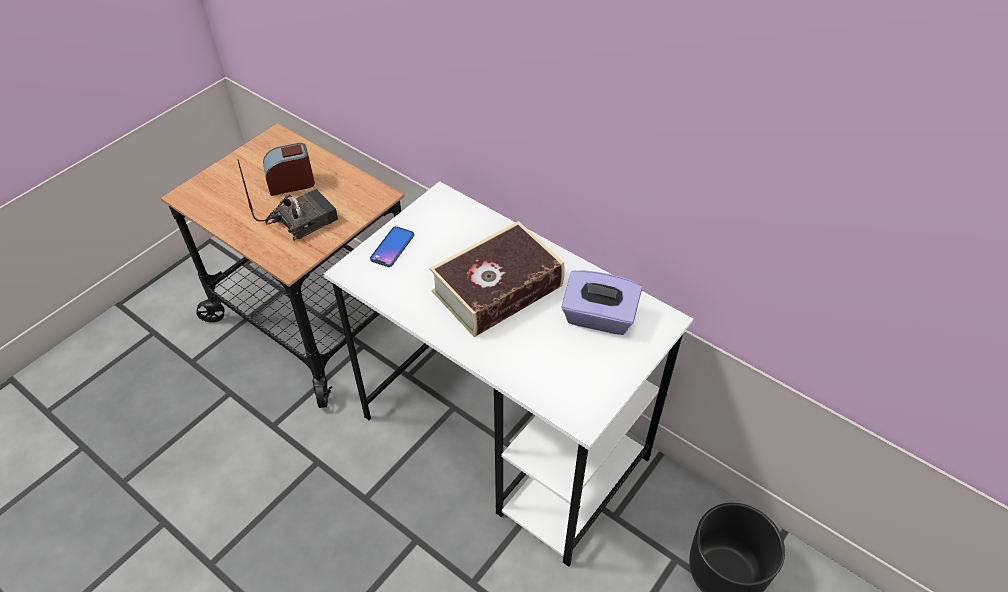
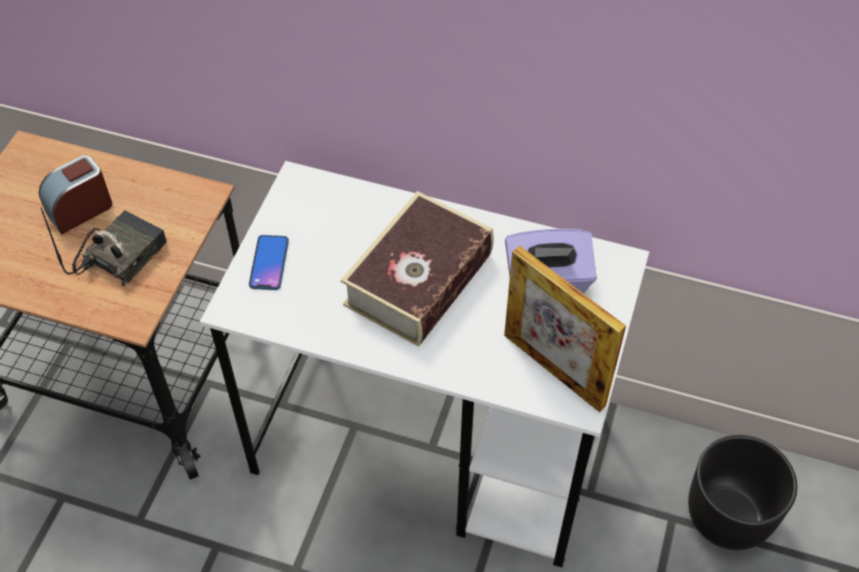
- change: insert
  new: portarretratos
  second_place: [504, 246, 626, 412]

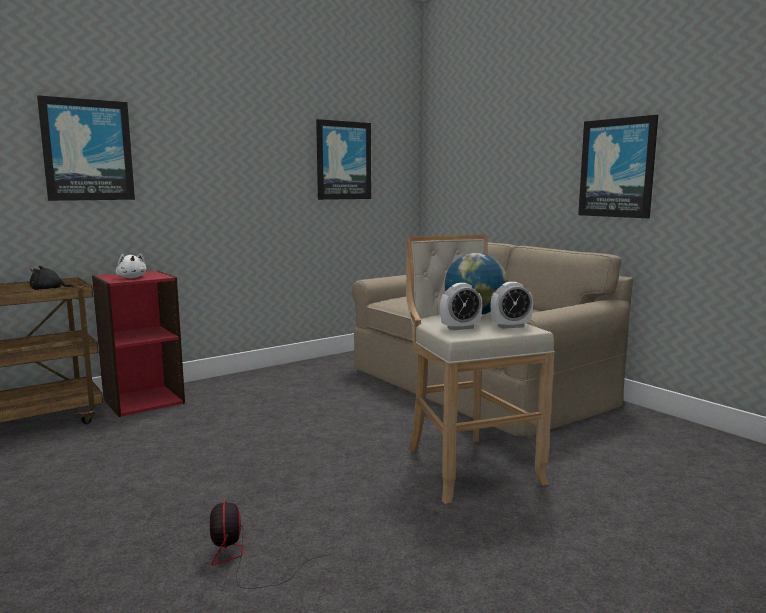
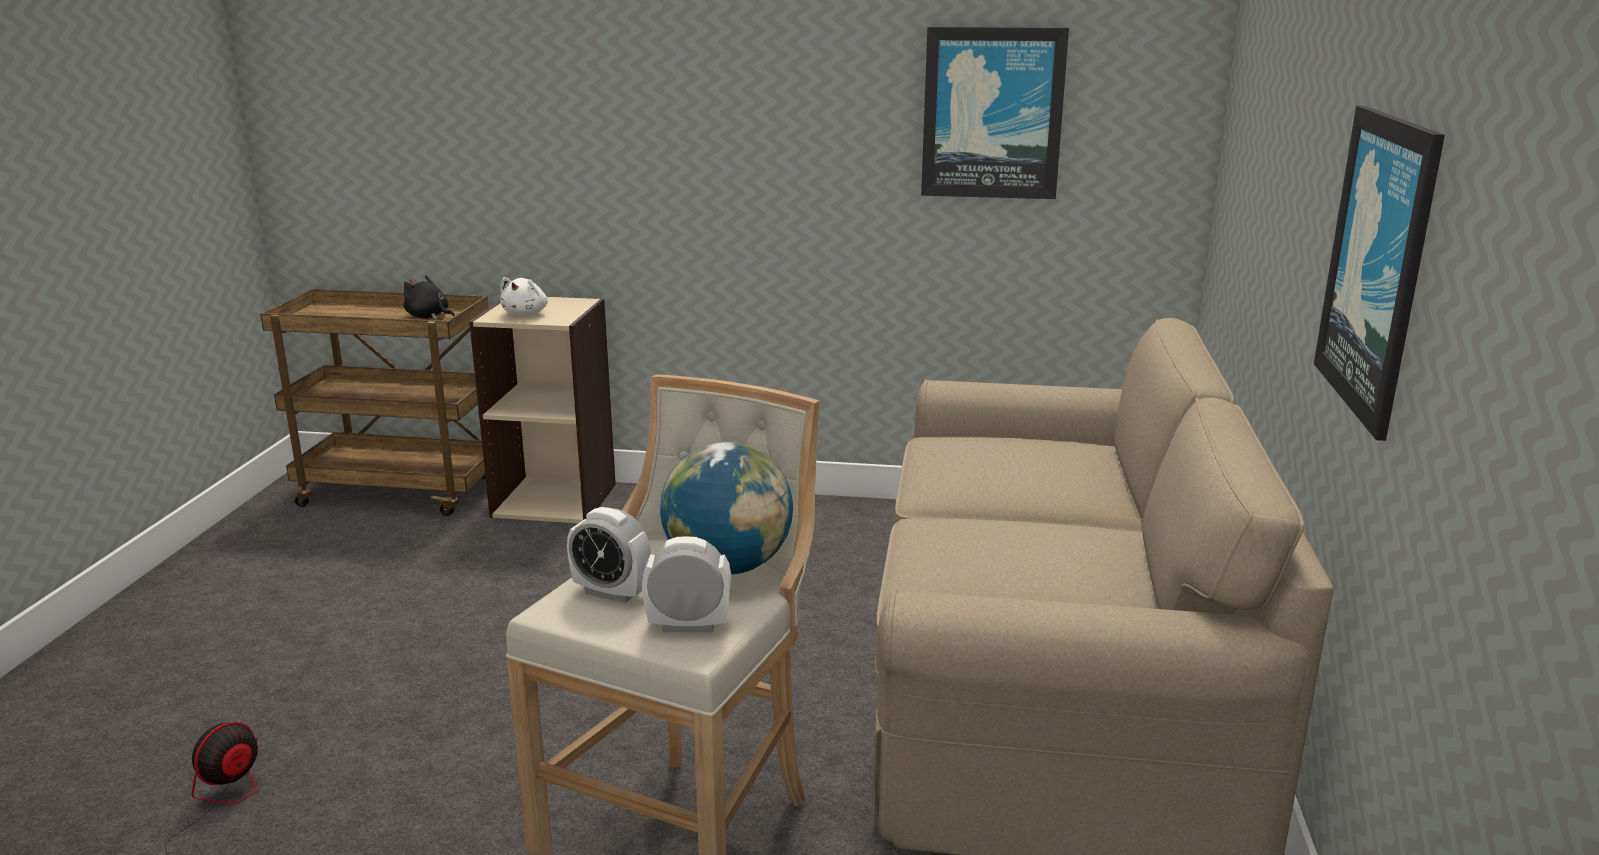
- change: delete
  old: cuadro
  first_place: [37, 95, 135, 201]
- change: recolor
  old: estantería/rojo
  new: estantería/beis
  first_place: [92, 270, 185, 417]
  second_place: [469, 297, 616, 523]
- change: rotate
  old: despertador
  first_place: [491, 282, 533, 329]
  second_place: [642, 536, 731, 632]
  degrees: 150

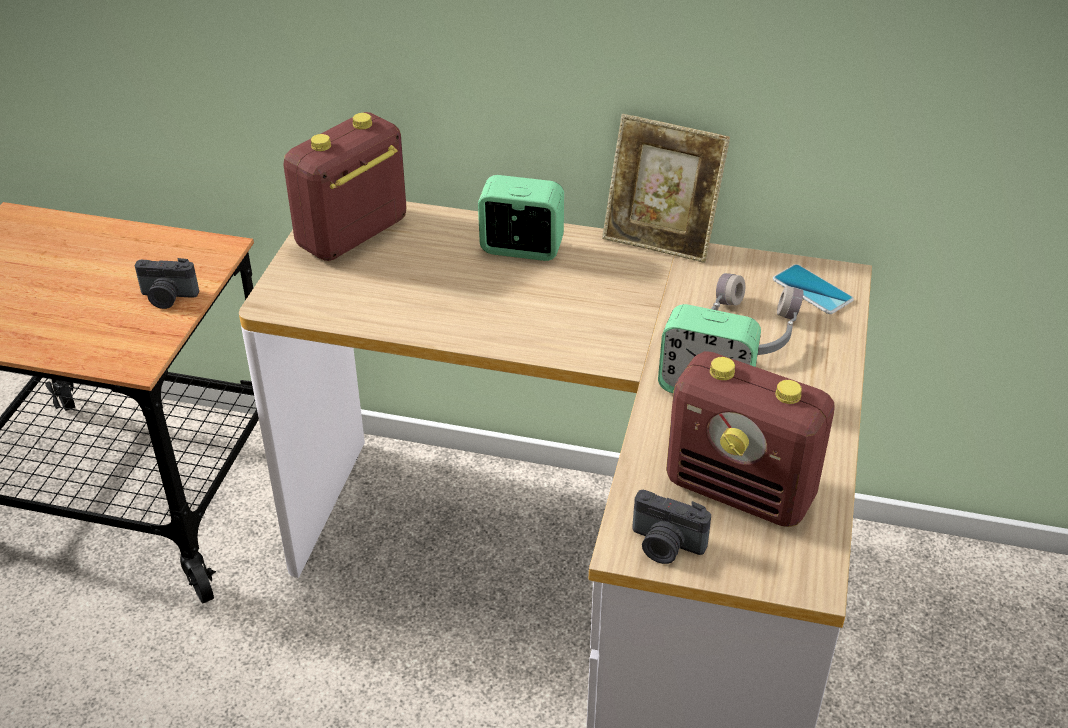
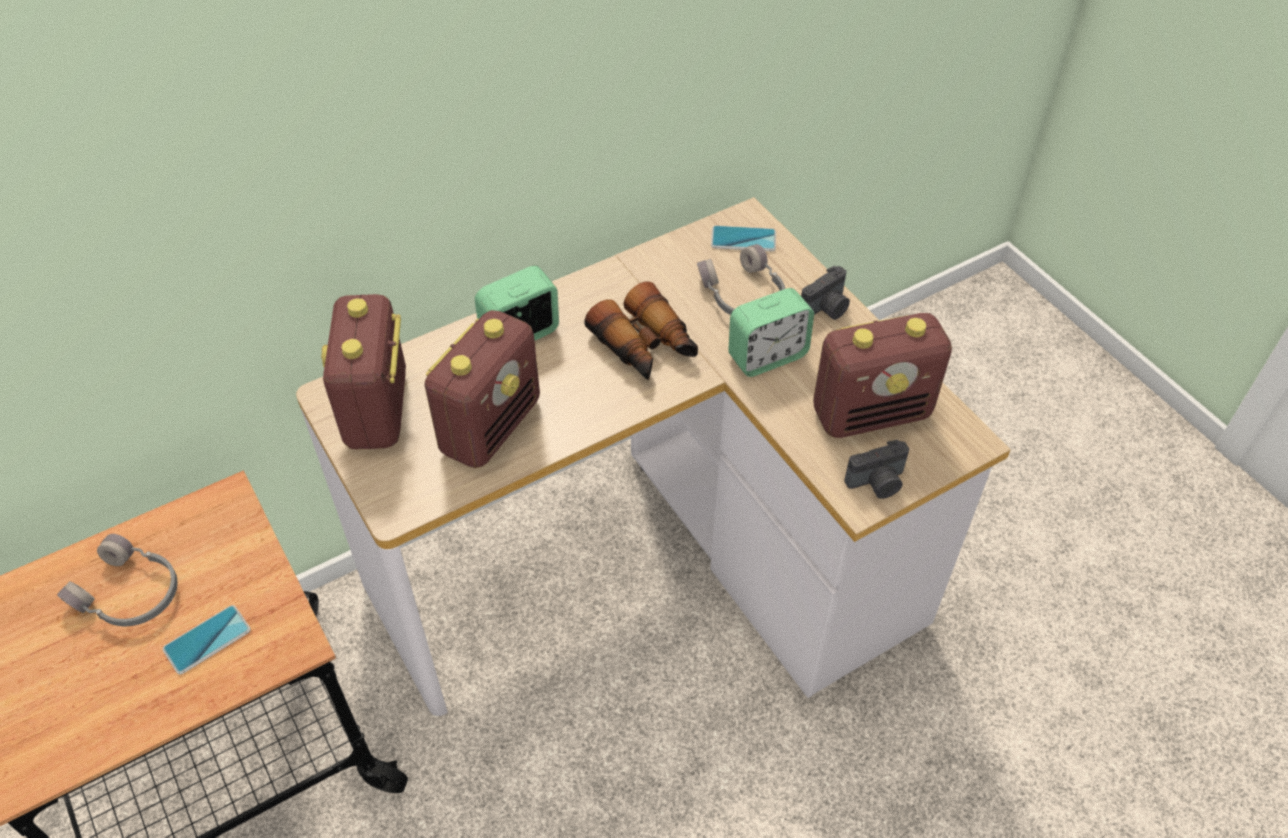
- change: delete
  old: portarretratos
  first_place: [602, 114, 730, 263]
- change: insert
  new: auriculares/gris
  second_place: [57, 534, 177, 626]
- change: insert
  new: móvil
  second_place: [163, 605, 251, 674]
- change: insert
  new: radio
  second_place: [425, 310, 540, 468]
- change: insert
  new: prismáticos
  second_place: [584, 281, 698, 380]
- change: move
  old: cámara
  first_place: [135, 258, 199, 309]
  second_place: [801, 266, 850, 320]

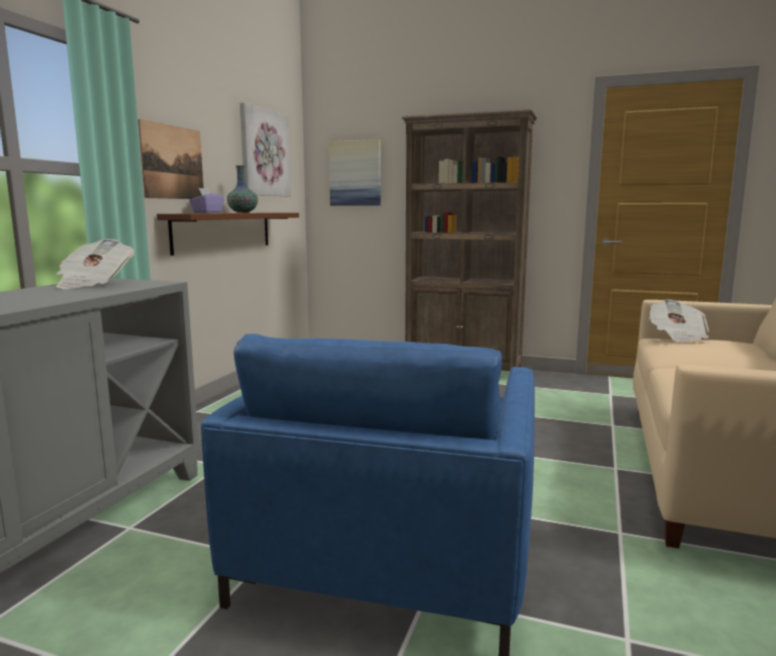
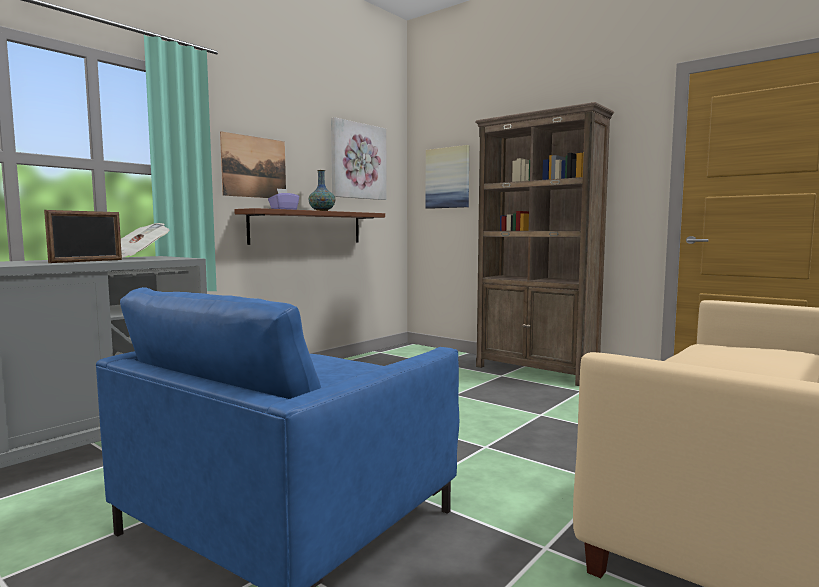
- change: delete
  old: periódico
  first_place: [649, 299, 709, 343]
- change: insert
  new: portarretratos
  second_place: [44, 210, 122, 263]

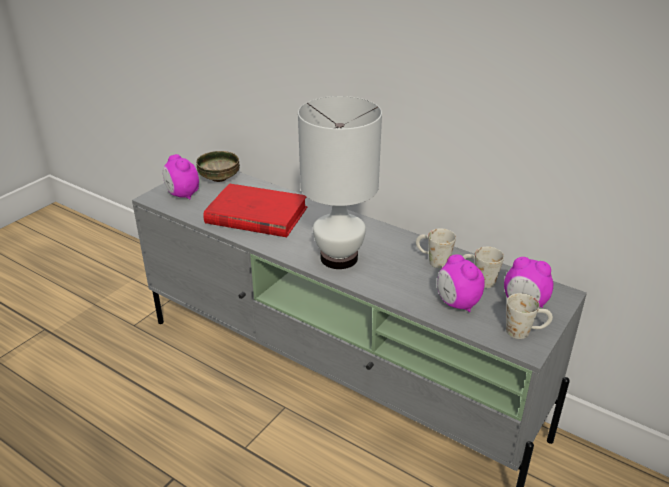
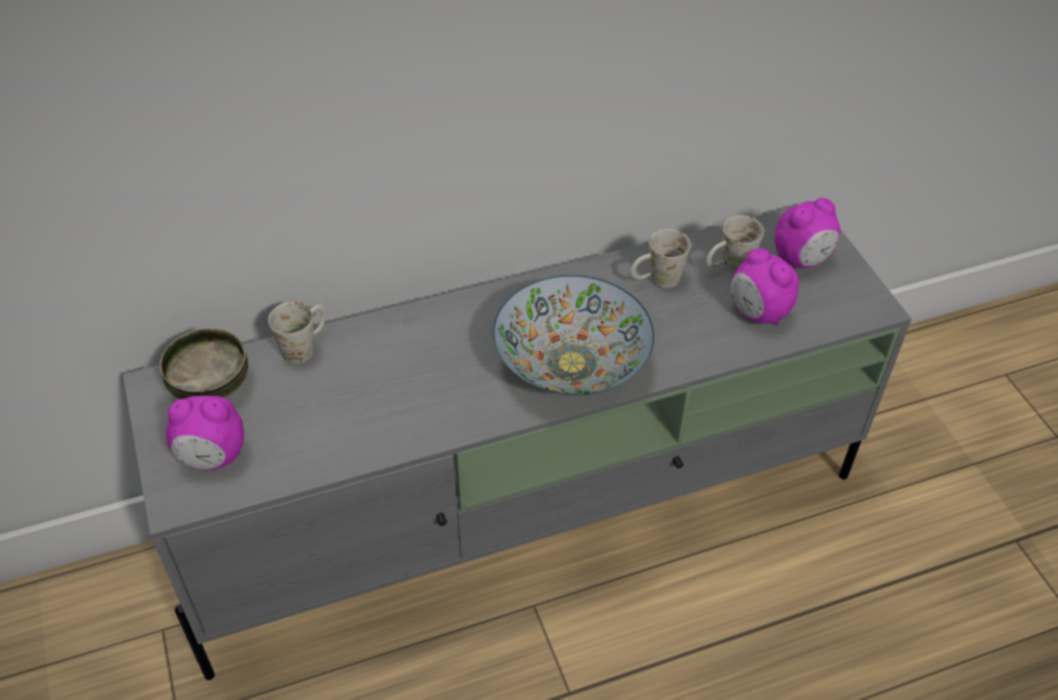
- change: delete
  old: libro/rojo
  first_place: [203, 183, 307, 237]
- change: move
  old: taza grande/blanco
  first_place: [506, 293, 553, 339]
  second_place: [268, 302, 327, 364]
- change: replace
  old: lámpara de mesa/blanco
  new: cuenco
  first_place: [298, 96, 382, 269]
  second_place: [493, 275, 654, 396]
- change: rotate
  old: despertador
  first_place: [437, 254, 485, 312]
  second_place: [731, 248, 799, 325]
  degrees: 45

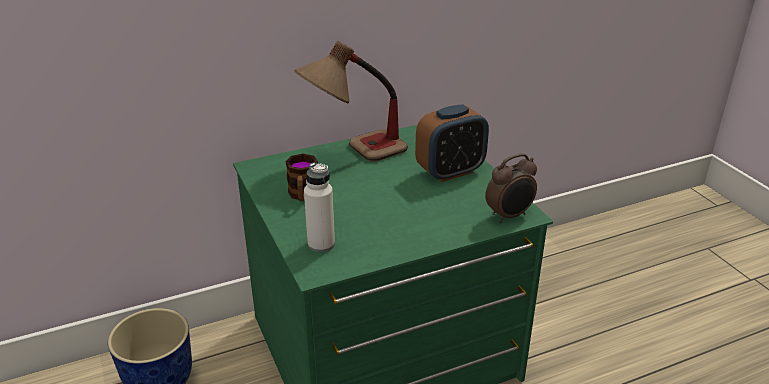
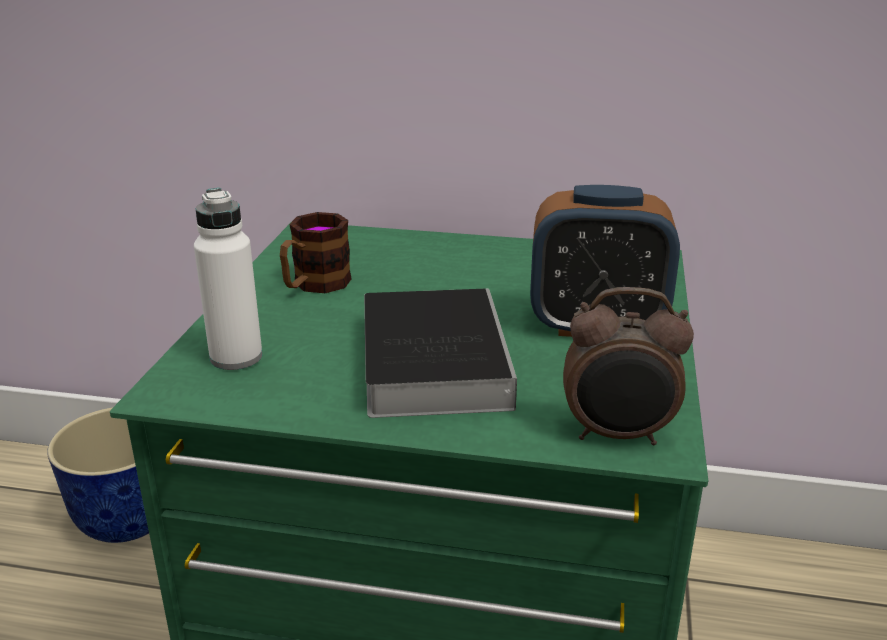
- change: delete
  old: lámpara de mesa
  first_place: [294, 41, 408, 162]
- change: insert
  new: libro
  second_place: [364, 289, 517, 418]

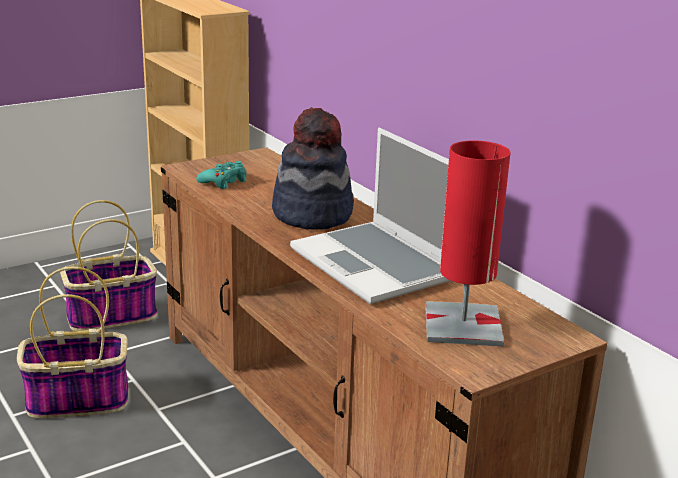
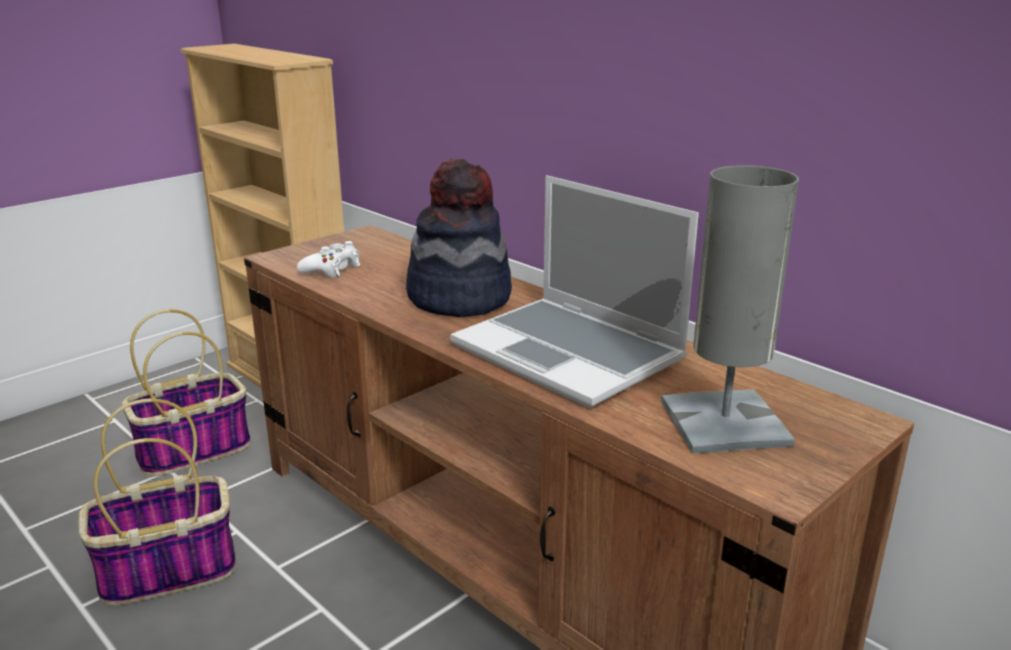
- change: recolor
  old: mando de consola/turquesa
  new: mando de consola/blanco
  first_place: [196, 161, 247, 189]
  second_place: [297, 241, 360, 278]
- change: recolor
  old: lámpara de mesa/rojo
  new: lámpara de mesa/gris
  first_place: [425, 140, 511, 347]
  second_place: [661, 165, 799, 454]

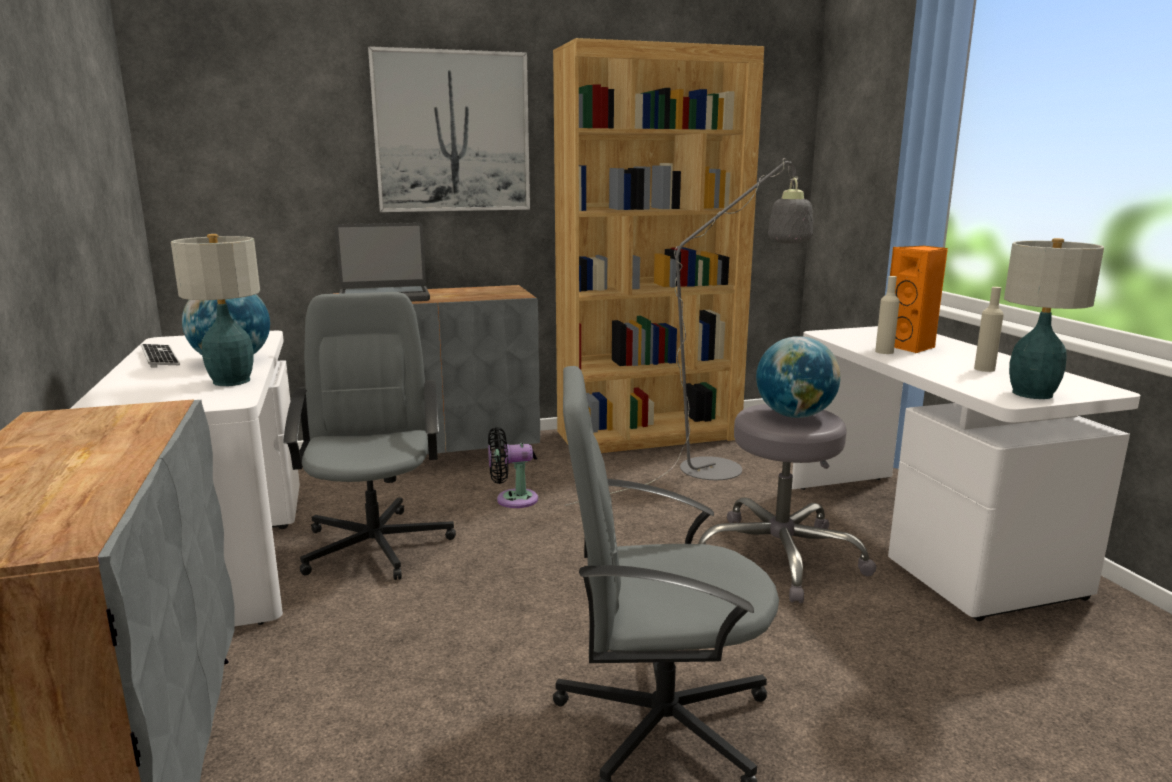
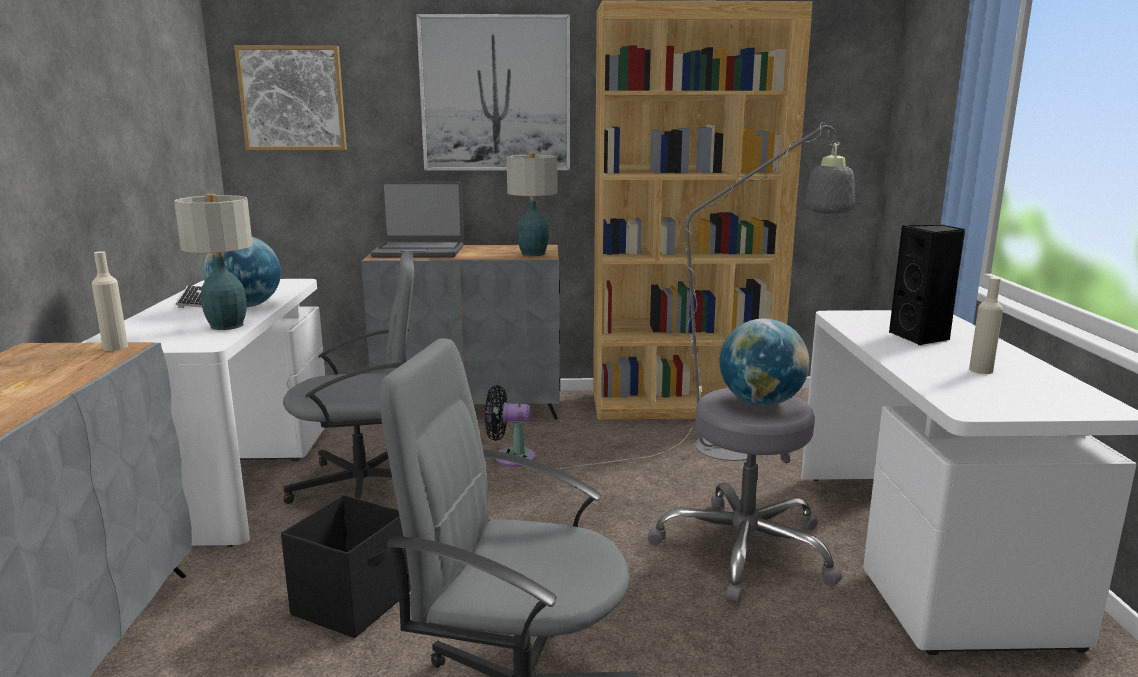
- change: insert
  new: cuadro
  second_place: [234, 45, 347, 150]
- change: insert
  new: caja de almacenaje/negro
  second_place: [281, 495, 411, 638]
- change: move
  old: botella/beis
  first_place: [875, 276, 900, 354]
  second_place: [92, 251, 128, 351]
- change: move
  old: lámpara de mesa
  first_place: [1004, 238, 1104, 399]
  second_place: [507, 152, 557, 256]
- change: recolor
  old: altavoz/naranja
  new: altavoz/negro
  first_place: [890, 246, 948, 353]
  second_place: [889, 225, 965, 345]
- change: rotate
  old: silla de oficina/gris
  first_place: [283, 292, 456, 580]
  second_place: [283, 251, 414, 504]
  degrees: 75

